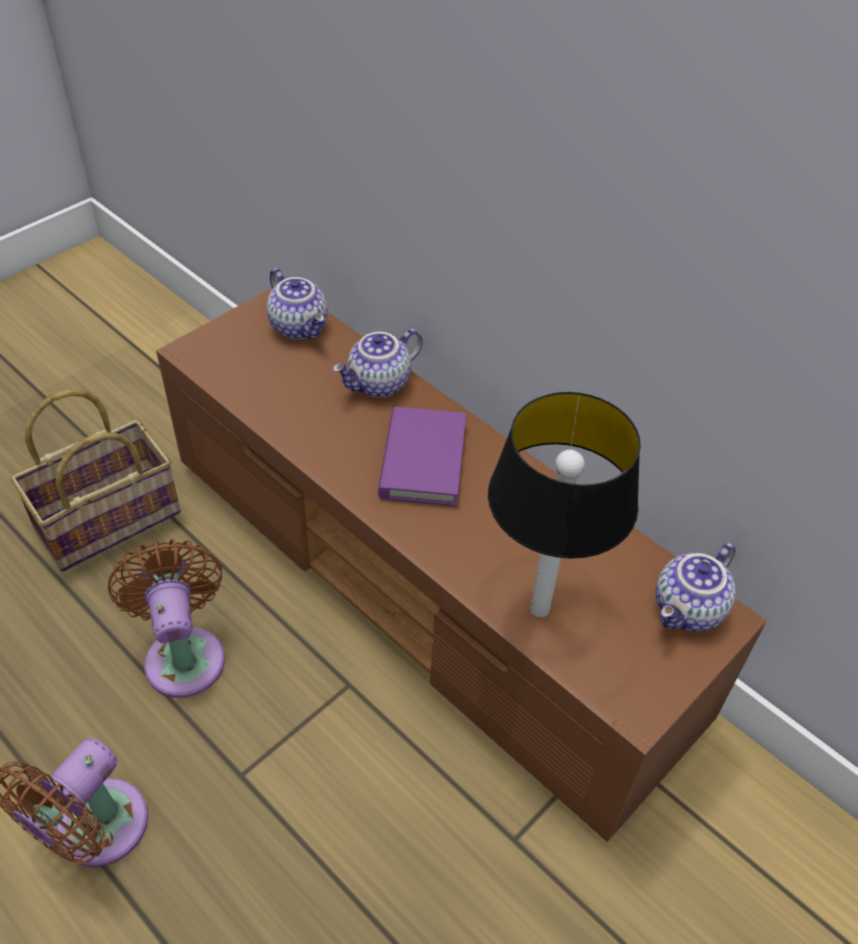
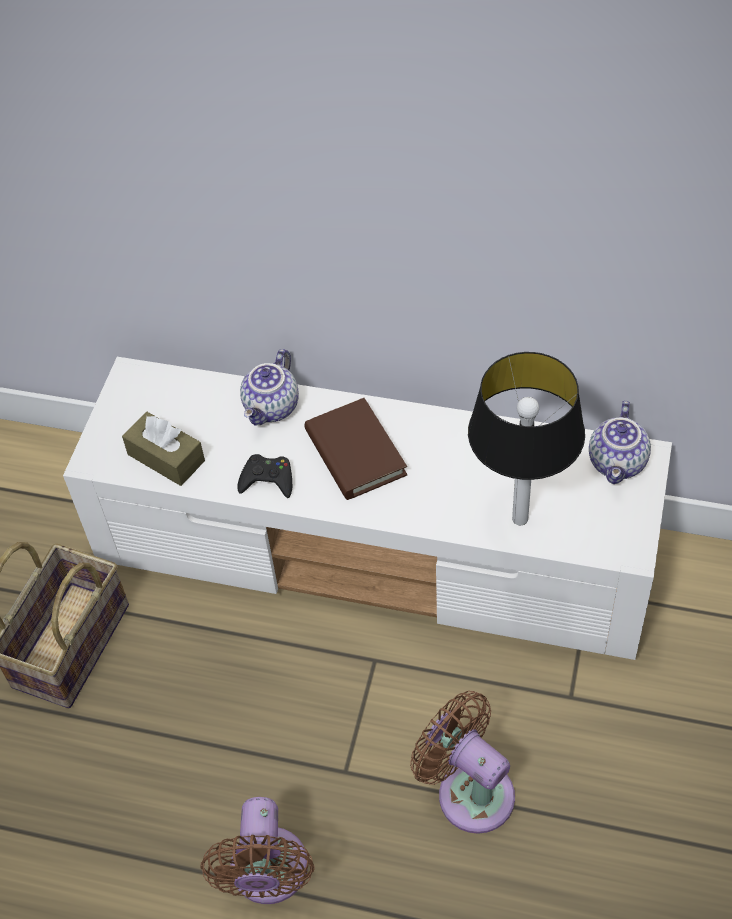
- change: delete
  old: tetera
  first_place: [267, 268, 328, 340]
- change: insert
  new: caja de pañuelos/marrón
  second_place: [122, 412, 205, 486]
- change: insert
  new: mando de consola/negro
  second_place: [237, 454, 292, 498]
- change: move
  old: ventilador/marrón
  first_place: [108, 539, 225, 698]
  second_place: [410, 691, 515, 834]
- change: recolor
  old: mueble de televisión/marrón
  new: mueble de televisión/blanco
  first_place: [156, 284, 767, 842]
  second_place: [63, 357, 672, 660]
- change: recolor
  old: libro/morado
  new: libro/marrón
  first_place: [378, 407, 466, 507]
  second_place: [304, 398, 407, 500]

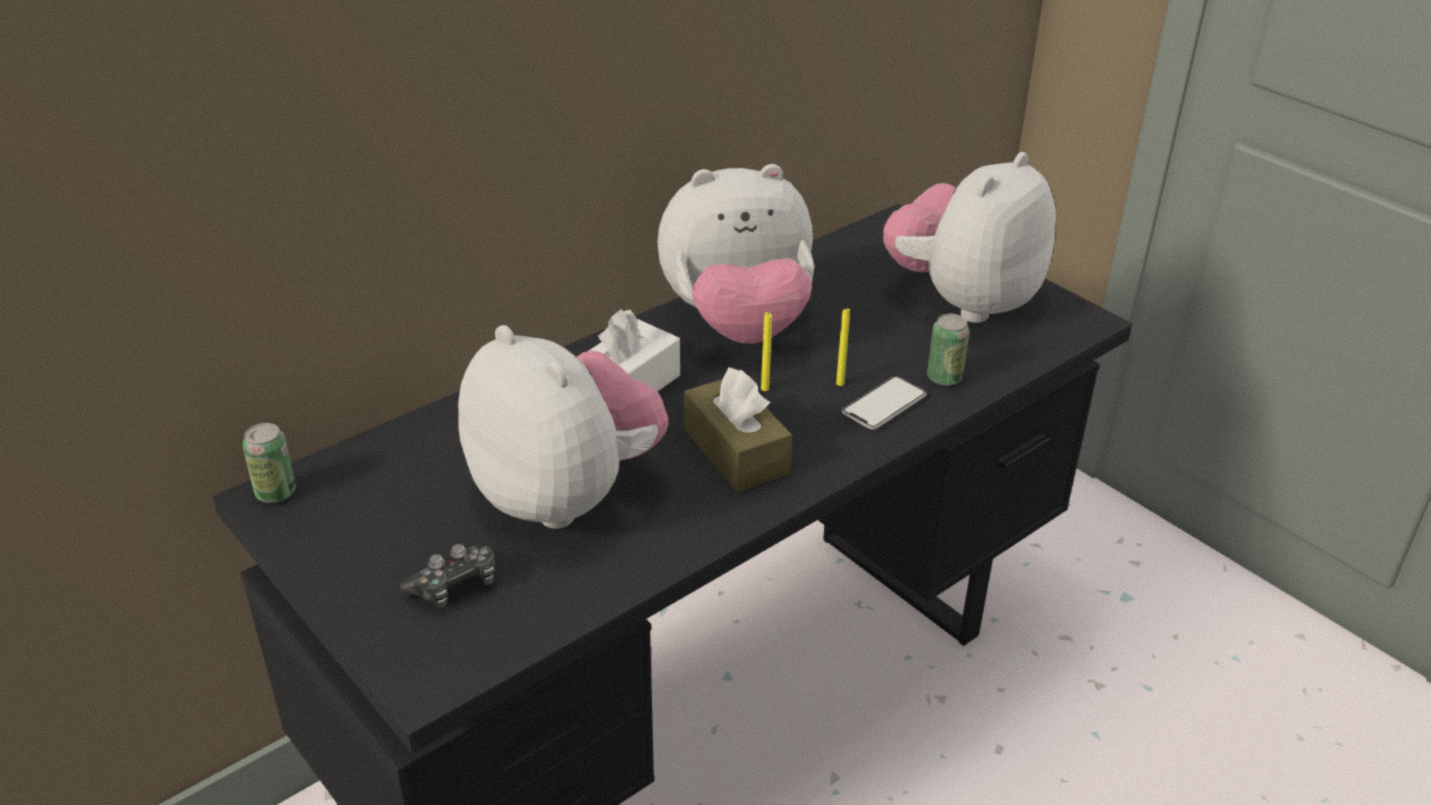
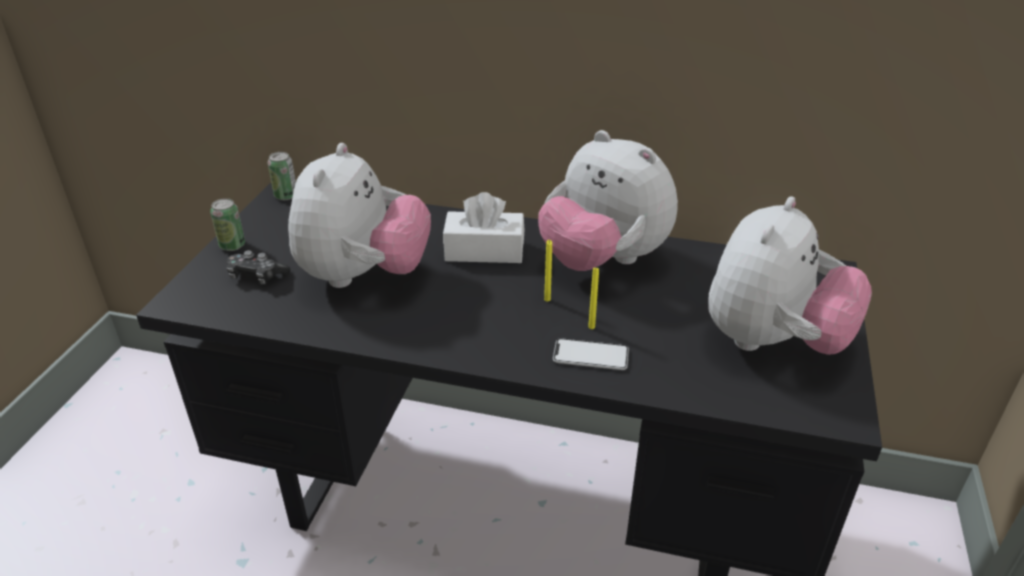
- change: delete
  old: caja de pañuelos/marrón
  first_place: [684, 367, 792, 492]
- change: move
  old: lata
  first_place: [927, 314, 970, 386]
  second_place: [210, 198, 245, 251]
- change: rotate
  old: peluche
  first_place: [883, 152, 1056, 323]
  second_place: [708, 196, 872, 355]
  degrees: 120

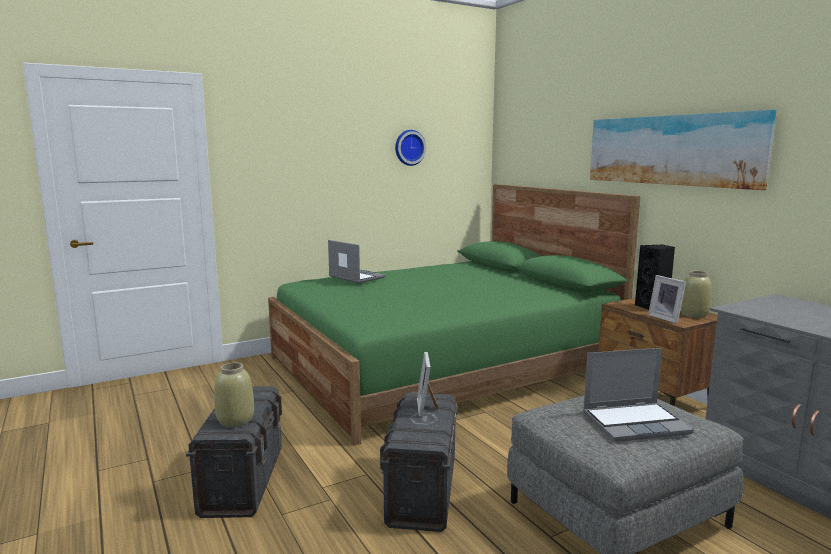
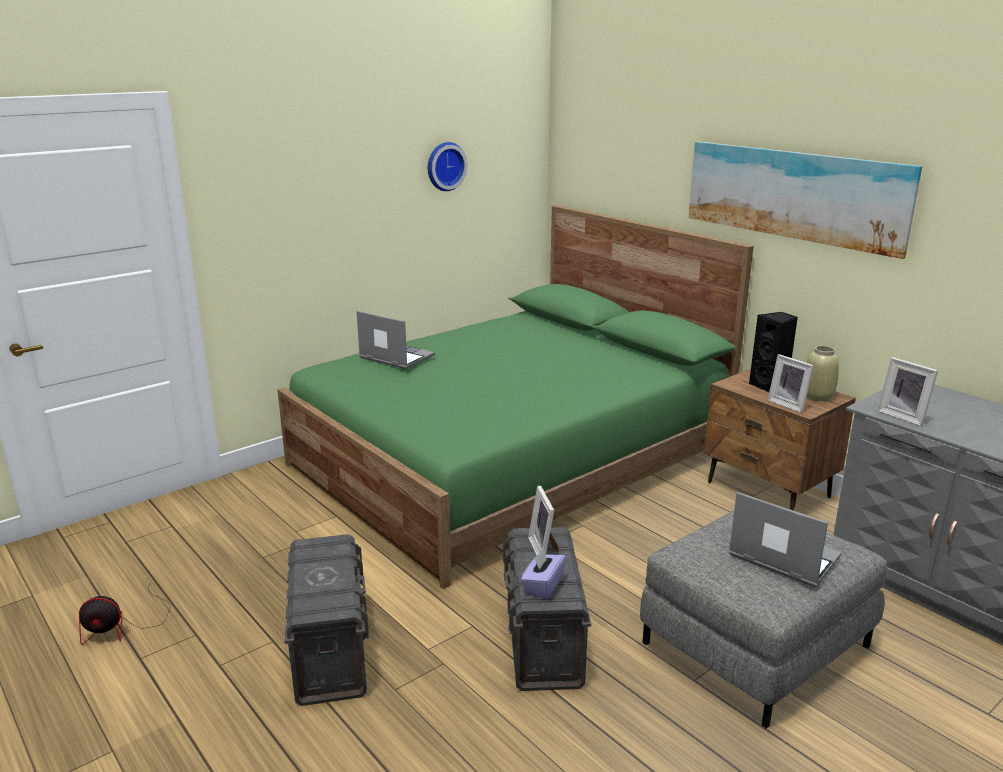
- change: delete
  old: florero/beis
  first_place: [214, 363, 254, 428]
- change: insert
  new: ventilador
  second_place: [79, 582, 171, 645]
- change: insert
  new: caja de pañuelos/morado
  second_place: [521, 548, 566, 599]
- change: insert
  new: portarretratos
  second_place: [877, 357, 938, 426]
- change: rotate
  old: portátil
  first_place: [583, 348, 694, 442]
  second_place: [729, 492, 841, 587]
  degrees: -120

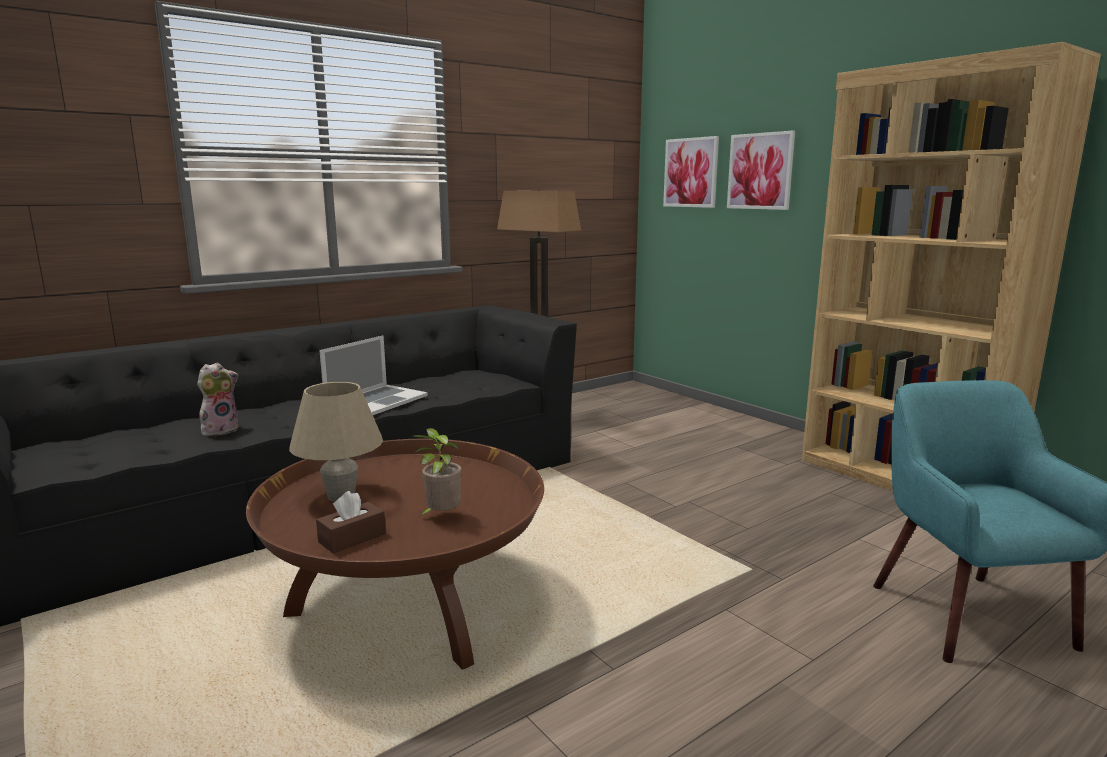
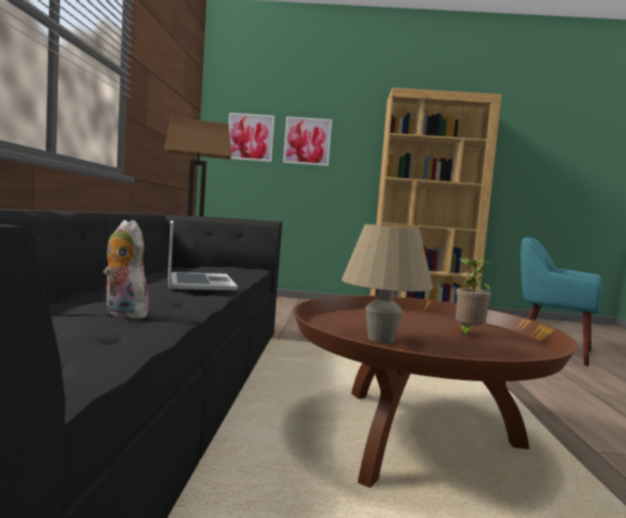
- change: delete
  old: caja de pañuelos/marrón
  first_place: [316, 491, 386, 553]
- change: rotate
  old: peluche
  first_place: [197, 363, 238, 436]
  second_place: [103, 220, 148, 319]
  degrees: -45

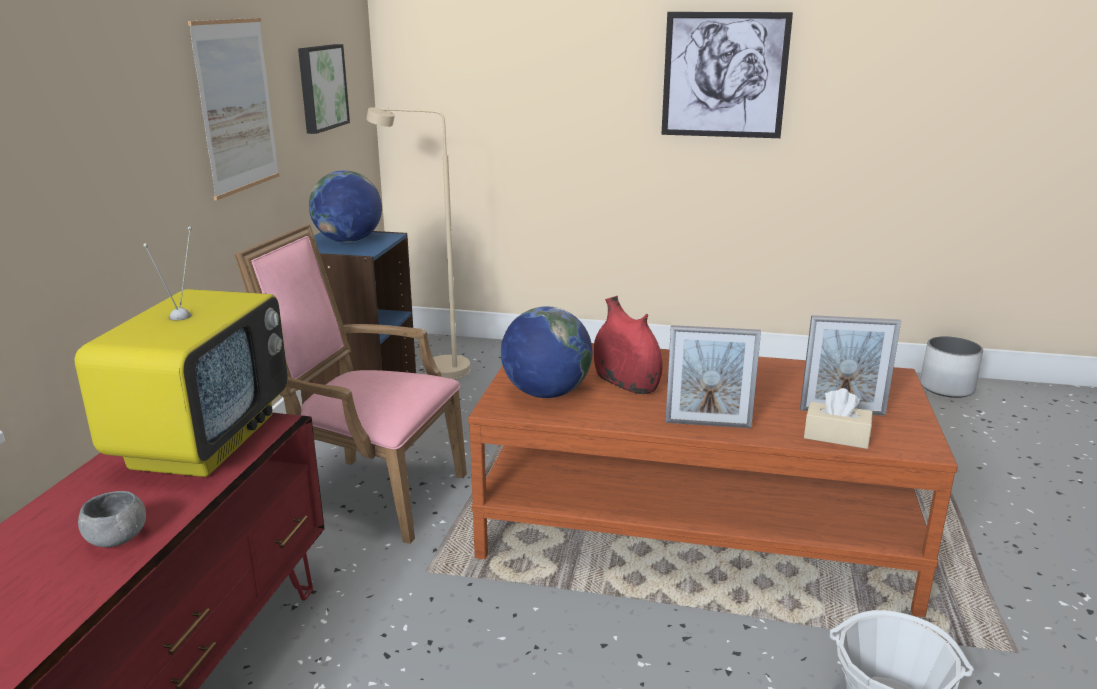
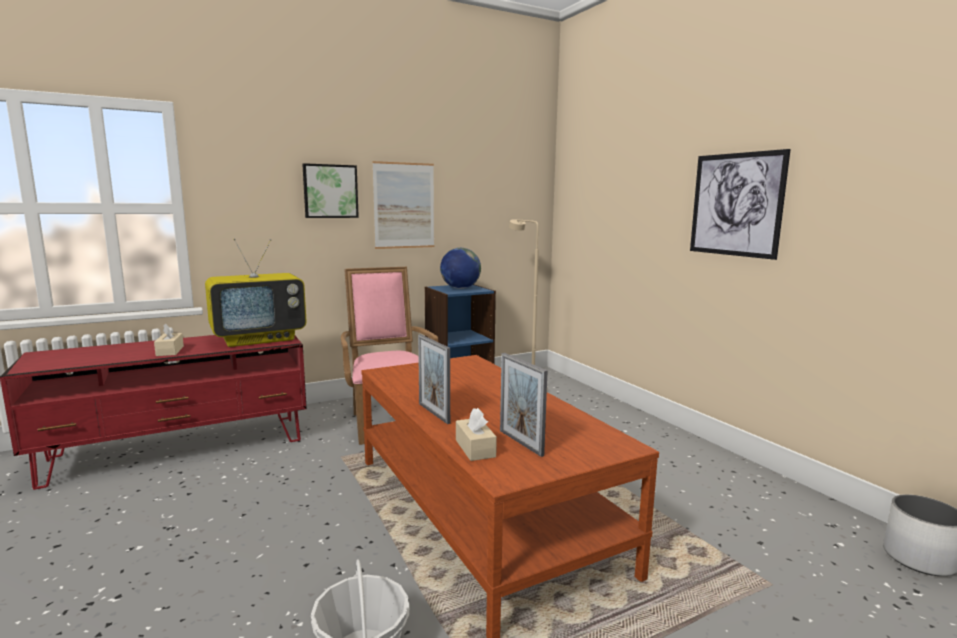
- change: delete
  old: globo terráqueo
  first_place: [501, 306, 592, 398]
- change: delete
  old: florero/rojo
  first_place: [594, 296, 662, 394]
- change: move
  old: cuadro
  first_place: [298, 44, 350, 134]
  second_place: [302, 163, 359, 218]
- change: replace
  old: cuenco/gris
  new: caja de pañuelos/beis
  first_place: [78, 491, 146, 547]
  second_place: [154, 323, 184, 356]

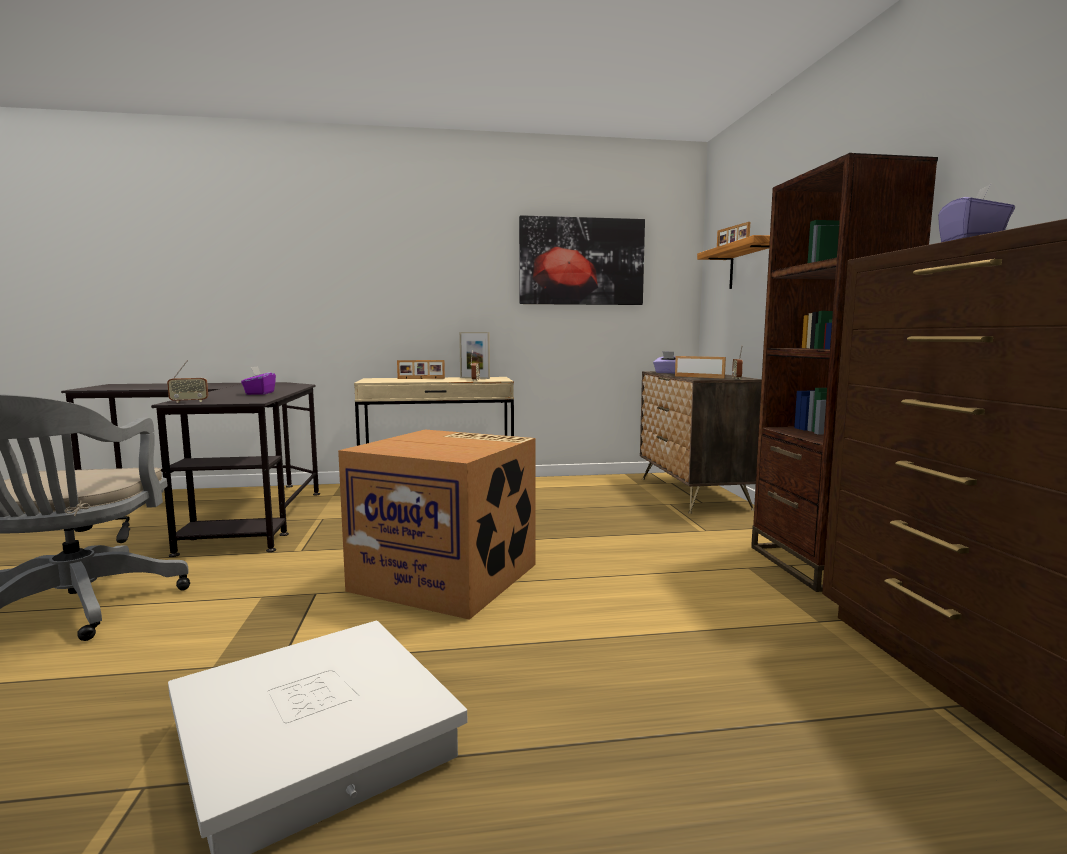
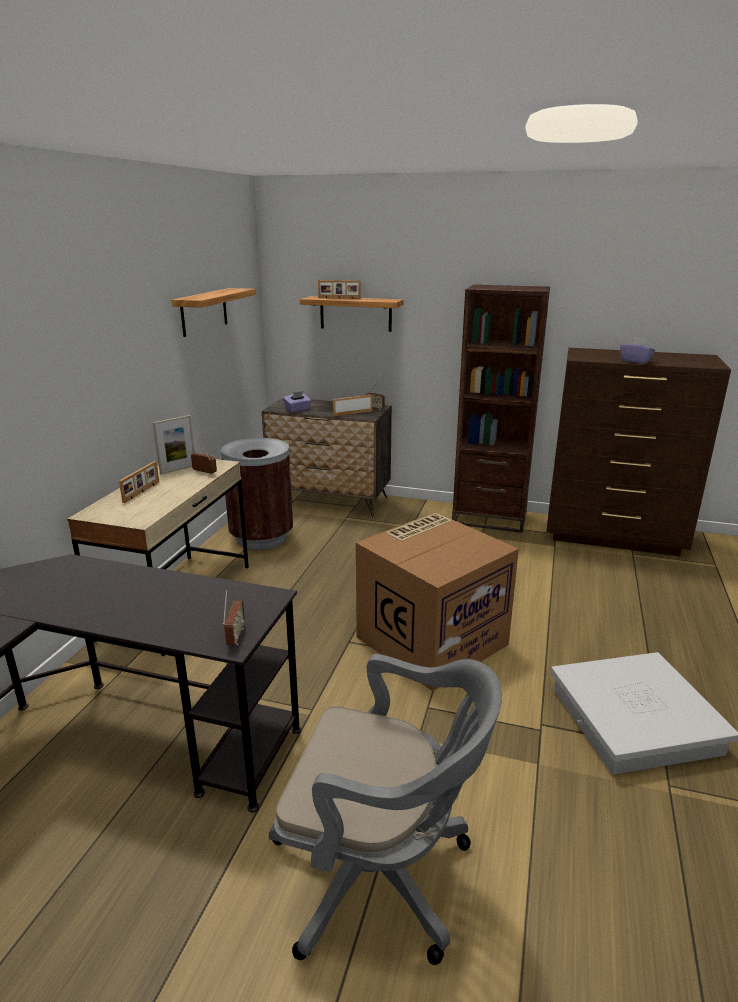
- change: delete
  old: caja de pañuelos/morado
  first_place: [241, 366, 276, 395]
- change: insert
  new: papelera/marrón
  second_place: [221, 438, 293, 550]
- change: replace
  old: cuadro
  new: estante
  first_place: [519, 215, 645, 305]
  second_place: [171, 288, 256, 337]

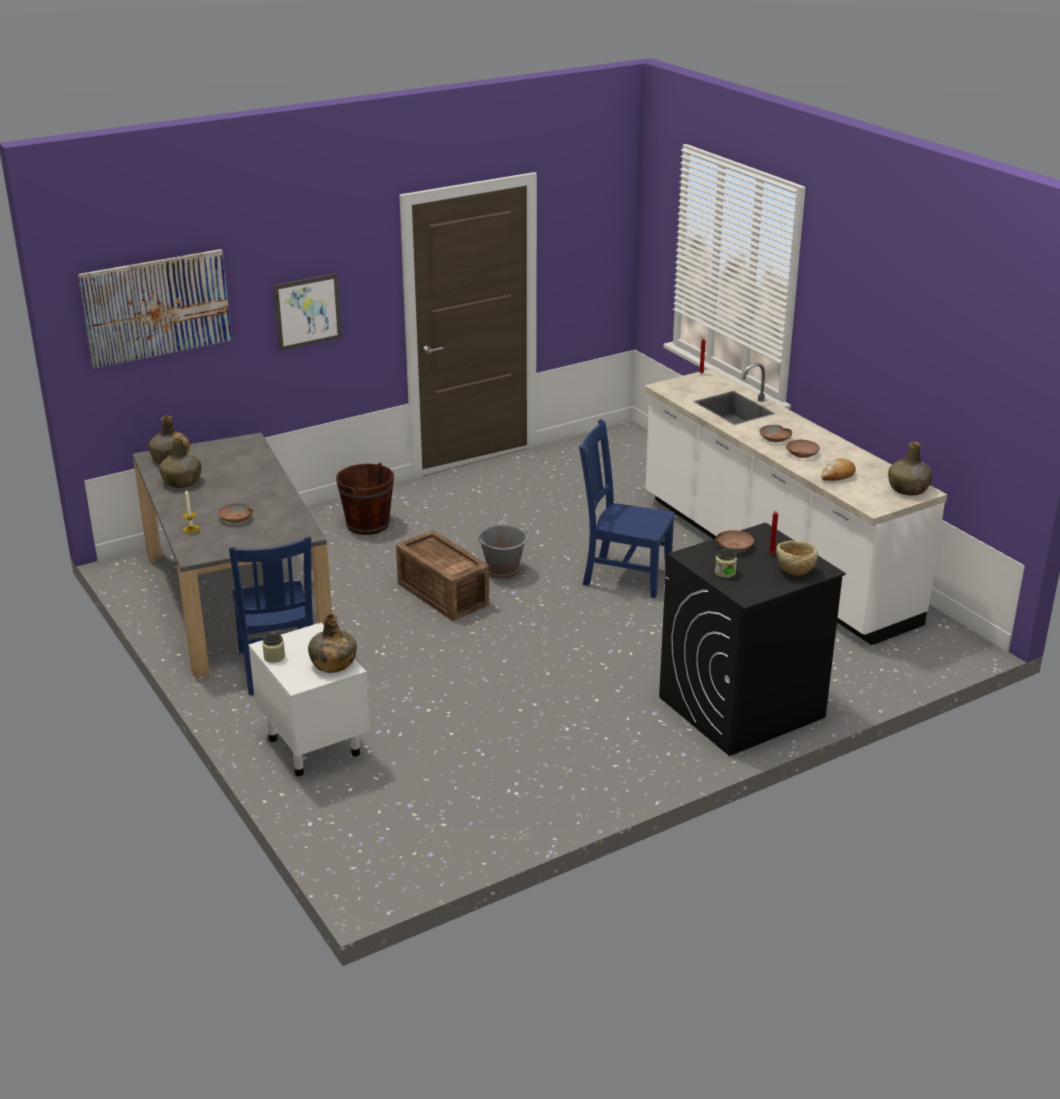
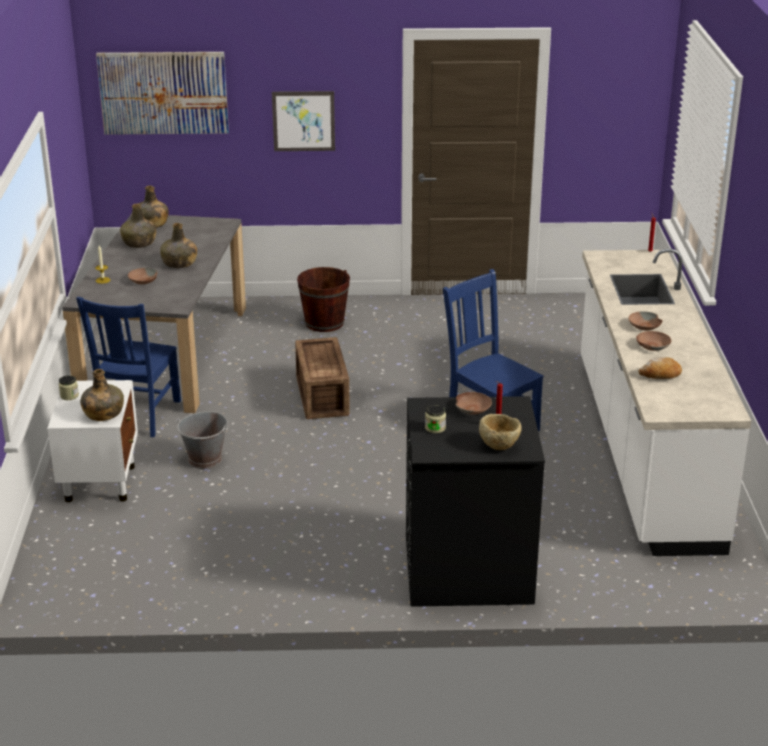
- change: move
  old: cubo/gris
  first_place: [477, 524, 529, 580]
  second_place: [176, 411, 229, 469]
- change: move
  old: botella/verde
  first_place: [888, 442, 933, 496]
  second_place: [160, 223, 197, 268]

